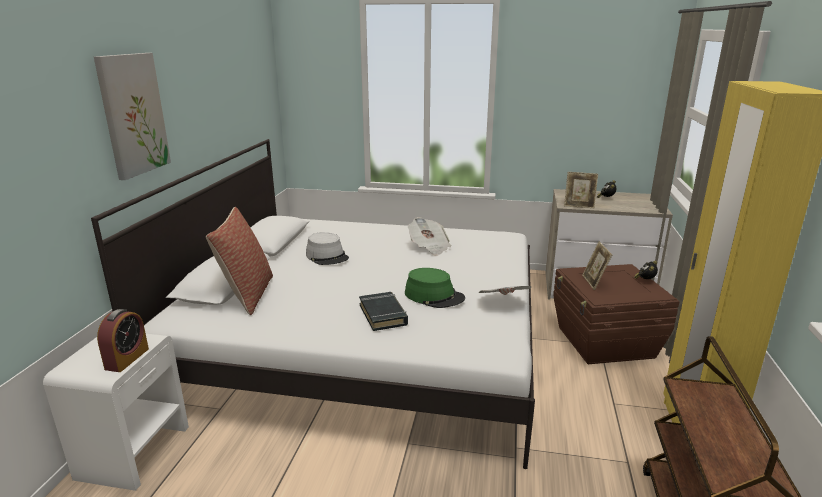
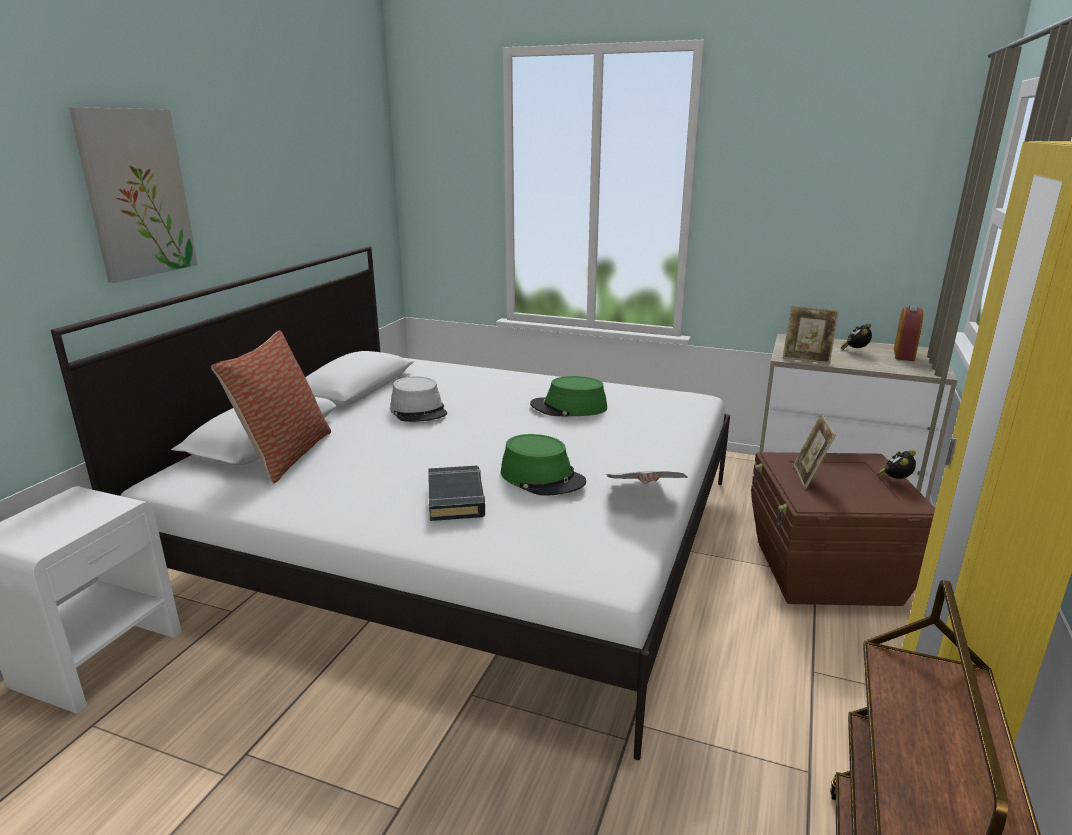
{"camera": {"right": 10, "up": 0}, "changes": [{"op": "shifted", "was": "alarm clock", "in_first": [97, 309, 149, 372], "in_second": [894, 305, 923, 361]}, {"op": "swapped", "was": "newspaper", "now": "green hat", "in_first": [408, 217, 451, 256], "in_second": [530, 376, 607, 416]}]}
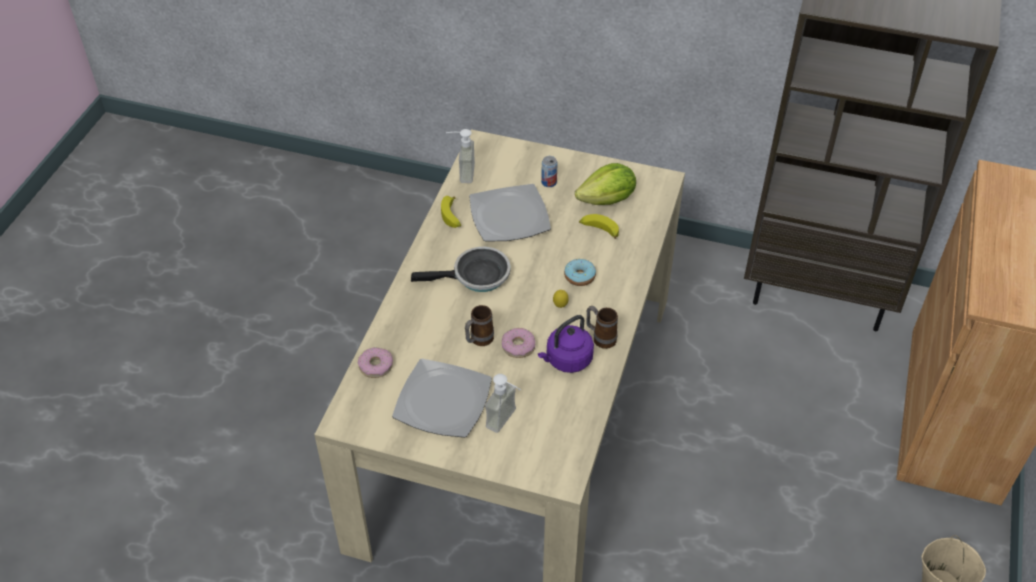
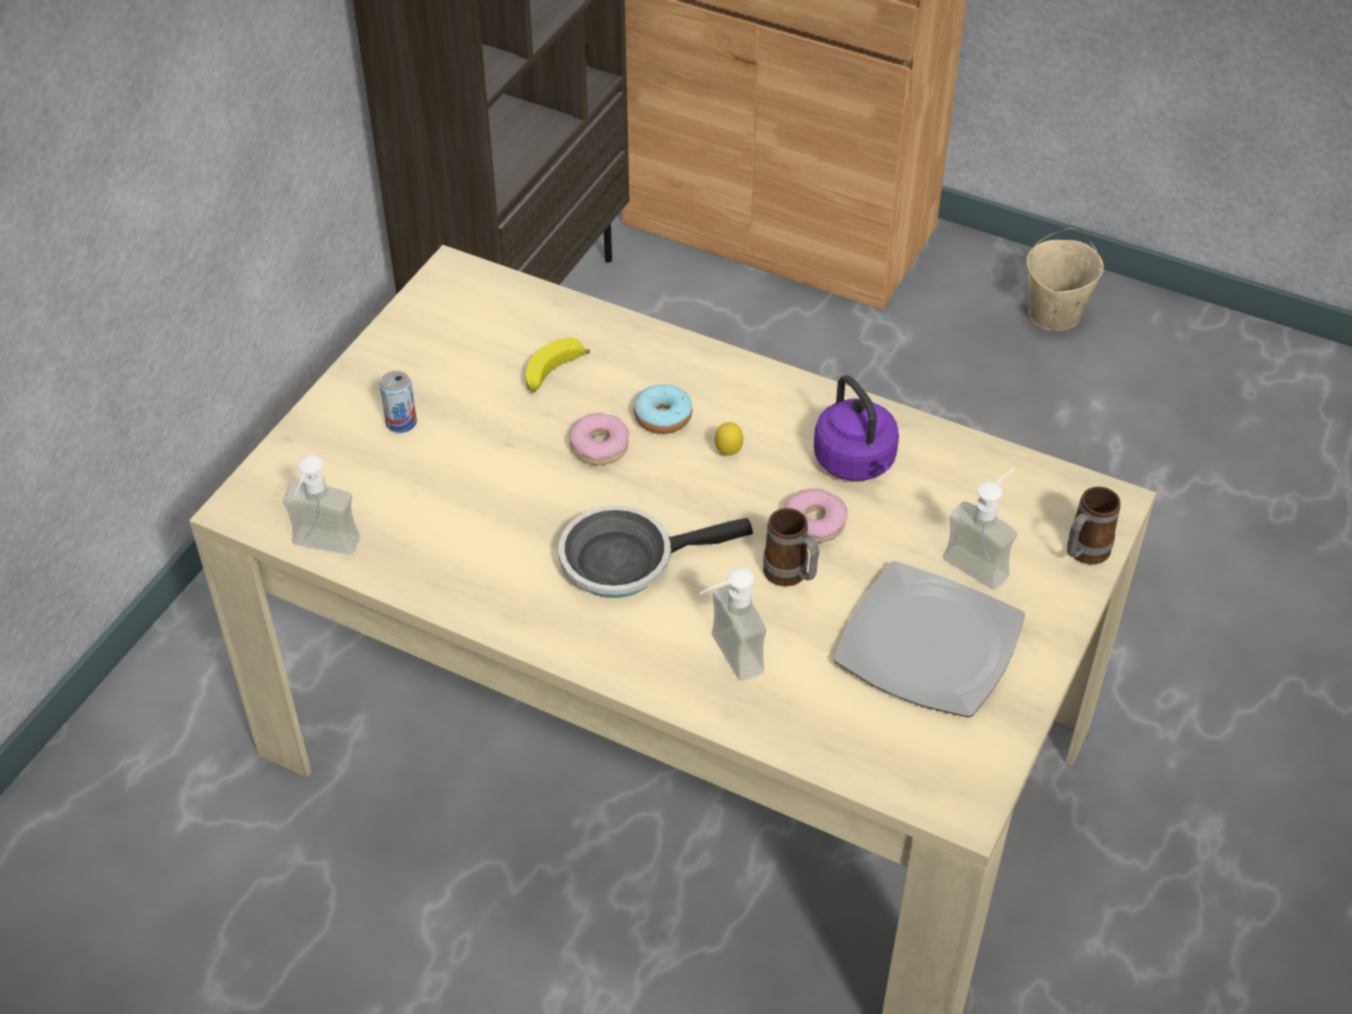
{"camera": {"right": -80, "up": 0}, "changes": [{"op": "shifted", "was": "donut", "in_first": [358, 347, 393, 378], "in_second": [569, 413, 629, 465]}, {"op": "rotated", "was": "frying pan", "in_first": [411, 247, 511, 292], "in_second": [558, 505, 753, 598], "clockwise": -105}, {"op": "gone", "was": "banana", "in_first": [441, 196, 461, 228]}, {"op": "gone", "was": "plate", "in_first": [469, 184, 551, 242]}, {"op": "gone", "was": "lettuce", "in_first": [575, 163, 636, 205]}, {"op": "shifted", "was": "mug", "in_first": [586, 306, 618, 349], "in_second": [1067, 487, 1121, 564]}, {"op": "new", "now": "soap dispenser", "in_second": [700, 568, 766, 681]}]}
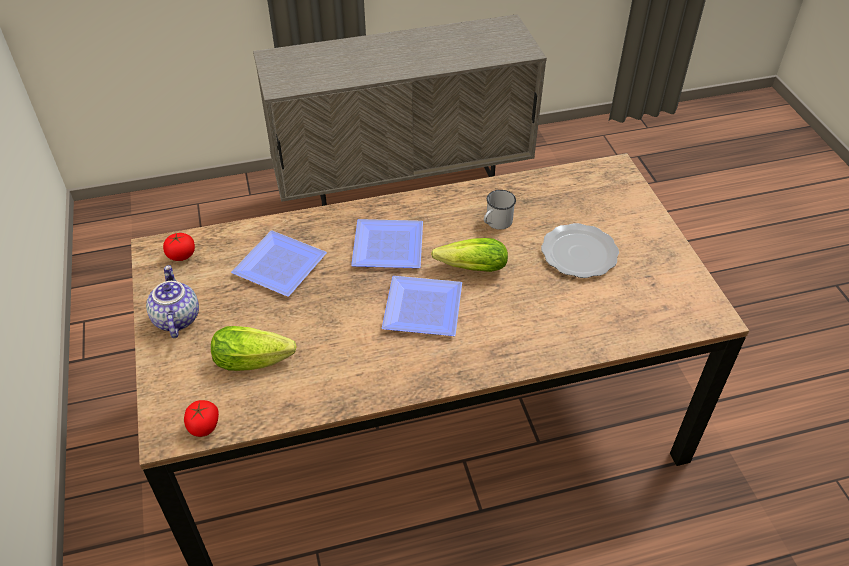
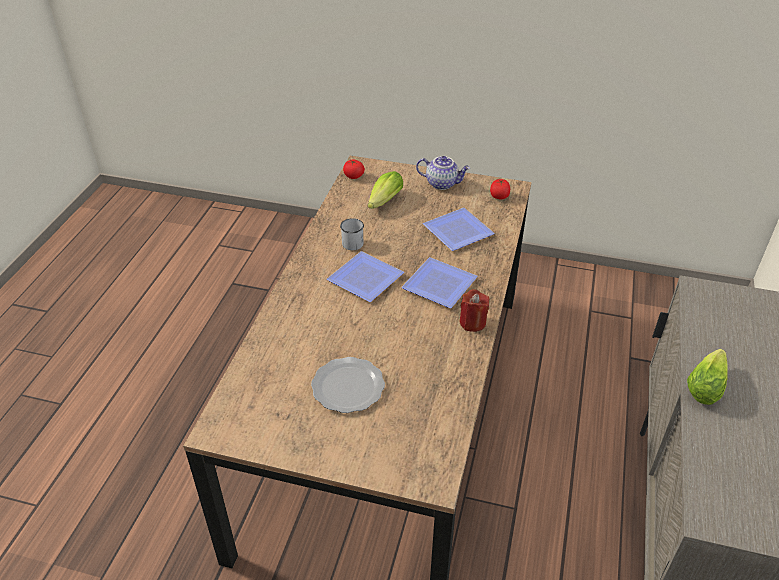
{"camera": {"right": 120, "up": -5}, "changes": [{"op": "shifted", "was": "lettuce", "in_first": [431, 238, 508, 272], "in_second": [687, 349, 728, 405]}, {"op": "shifted", "was": "white mug", "in_first": [484, 190, 516, 230], "in_second": [340, 218, 364, 250]}, {"op": "new", "now": "red candle", "in_second": [460, 289, 489, 332]}]}
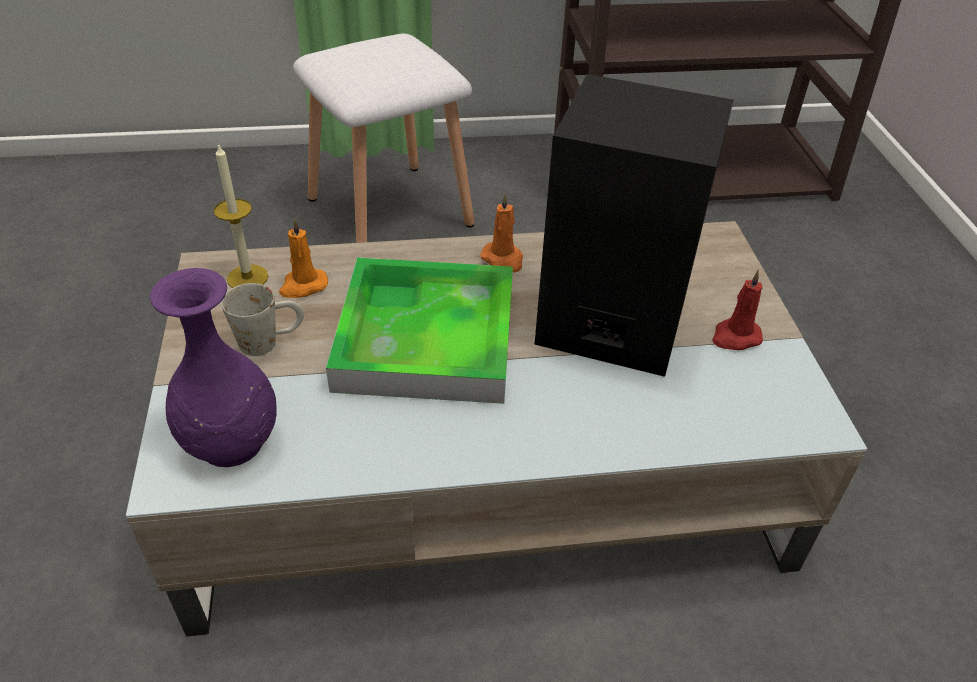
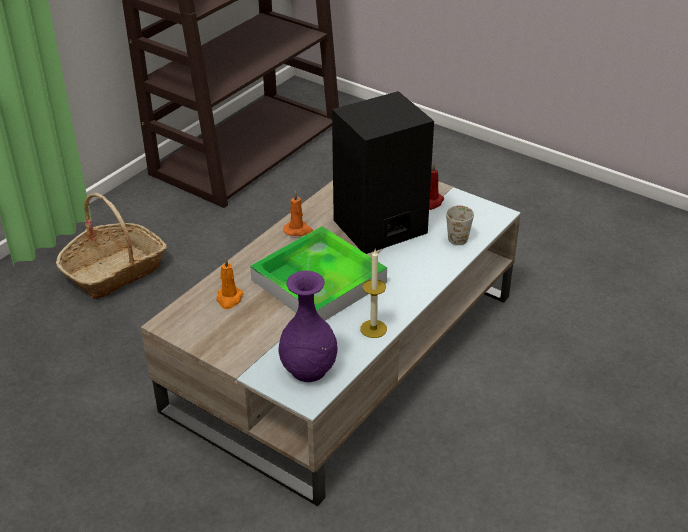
{"camera": {"right": -45, "up": -5}, "changes": [{"op": "shifted", "was": "candle", "in_first": [214, 143, 268, 288], "in_second": [360, 250, 387, 338]}, {"op": "shifted", "was": "white mug", "in_first": [221, 283, 304, 356], "in_second": [446, 205, 474, 245]}, {"op": "swapped", "was": "white stool", "now": "basket", "in_first": [293, 34, 474, 243], "in_second": [56, 193, 167, 299]}]}
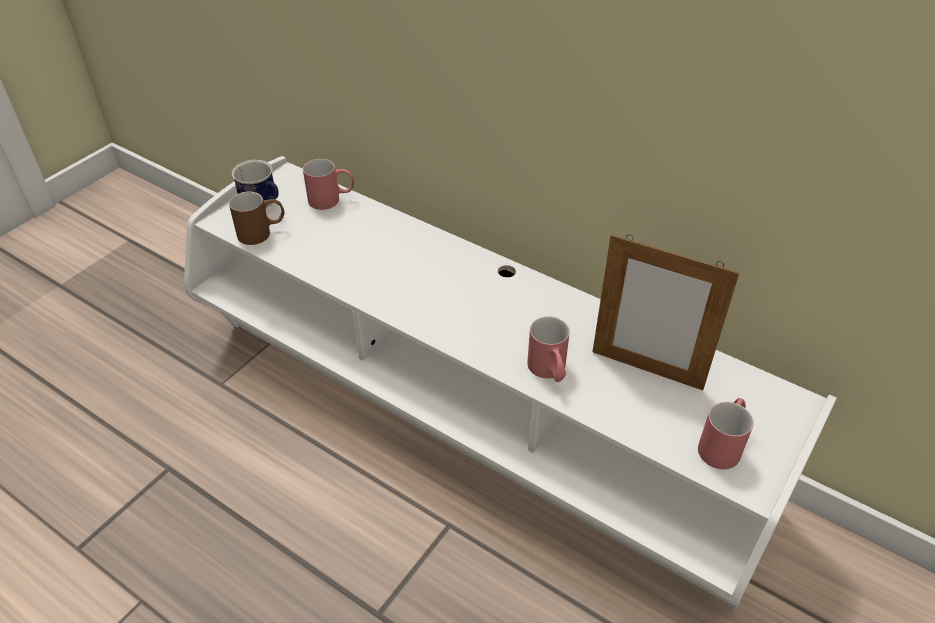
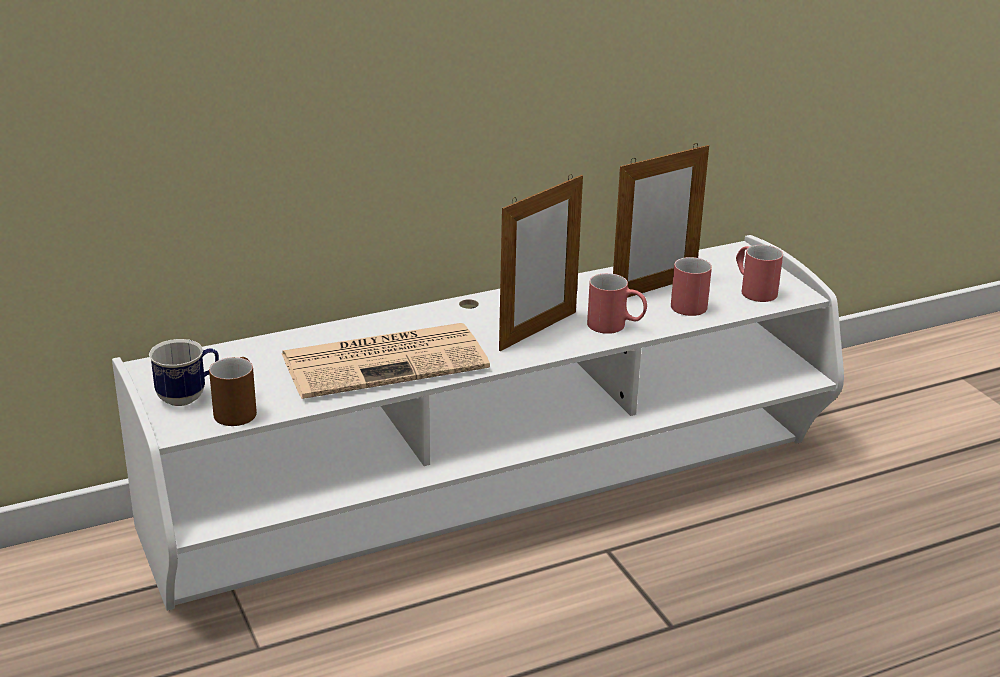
{"camera": {"right": -60, "up": -15}, "changes": [{"op": "shifted", "was": "red mug", "in_first": [303, 159, 354, 210], "in_second": [671, 257, 712, 316]}, {"op": "new", "now": "newspaper", "in_second": [281, 323, 490, 399]}, {"op": "new", "now": "picture frame", "in_second": [499, 174, 583, 351]}]}
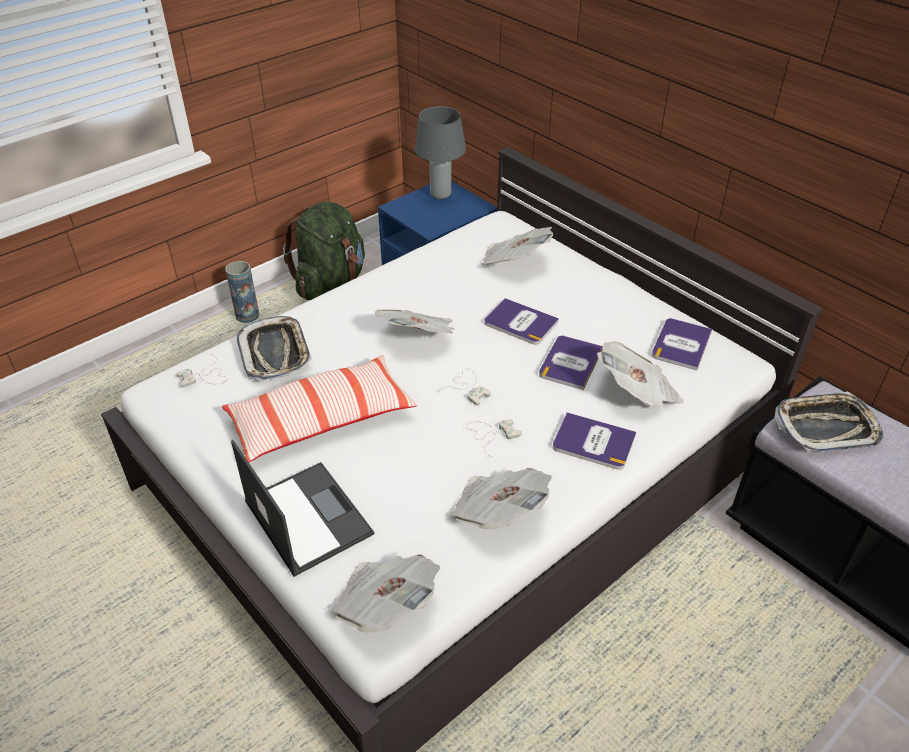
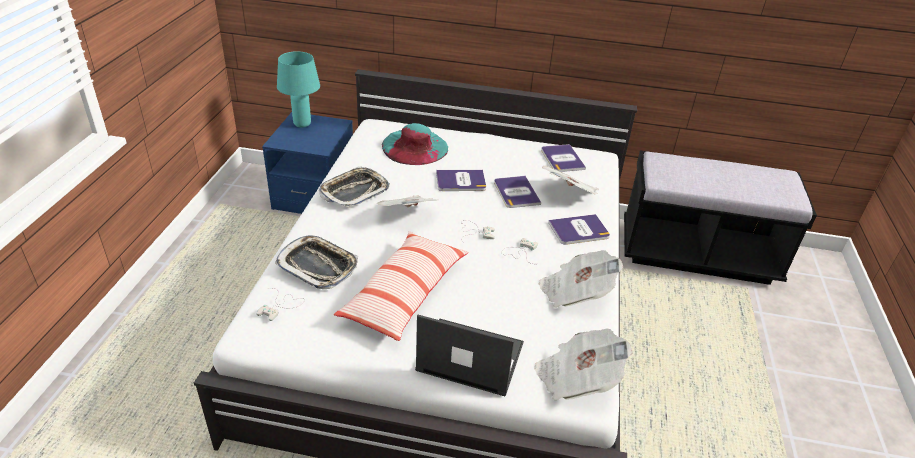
{"camera": {"right": -40, "up": -5}, "changes": [{"op": "gone", "was": "vase", "in_first": [225, 261, 259, 323]}, {"op": "gone", "was": "green backpack", "in_first": [283, 201, 365, 300]}, {"op": "repainted", "was": "grey table lamp", "now": "turquoise table lamp", "in_first": [414, 106, 466, 199], "in_second": [277, 51, 320, 128]}, {"op": "swapped", "was": "newspaper", "now": "turquoise hat", "in_first": [481, 227, 553, 265], "in_second": [382, 123, 448, 165]}, {"op": "shifted", "was": "tray", "in_first": [775, 391, 884, 452], "in_second": [319, 166, 390, 208]}]}
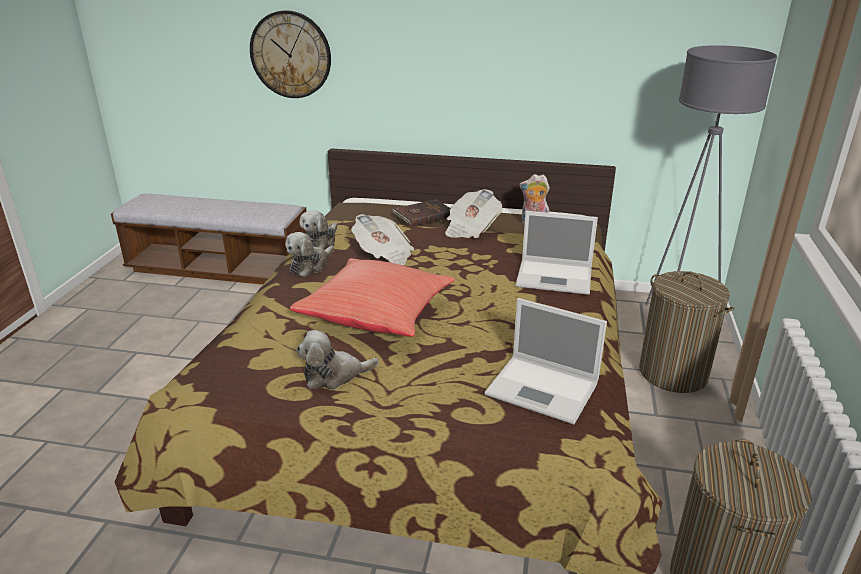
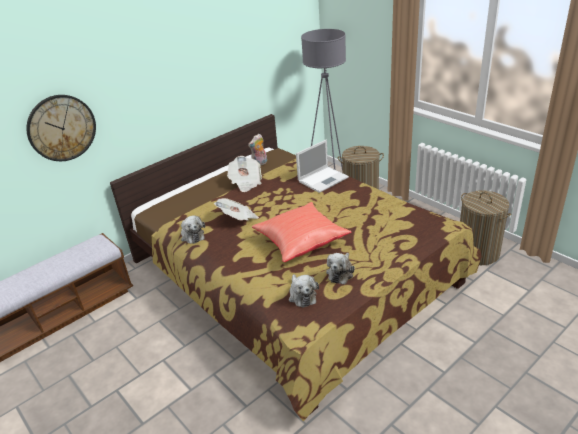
{"camera": {"right": -50, "up": 5}, "changes": [{"op": "shifted", "was": "plush toy", "in_first": [285, 232, 334, 277], "in_second": [289, 274, 319, 308]}, {"op": "gone", "was": "brown book", "in_first": [392, 199, 450, 227]}, {"op": "gone", "was": "laptop", "in_first": [485, 298, 607, 424]}]}
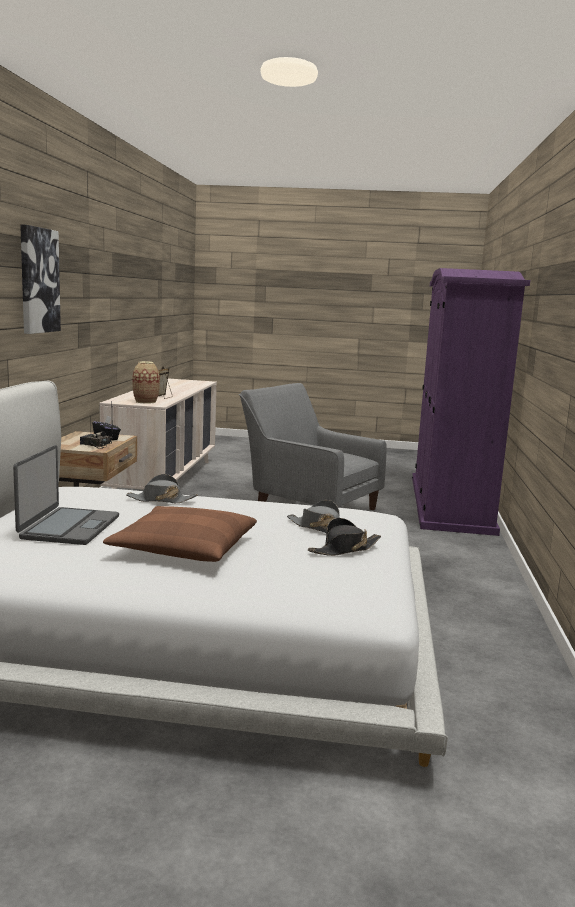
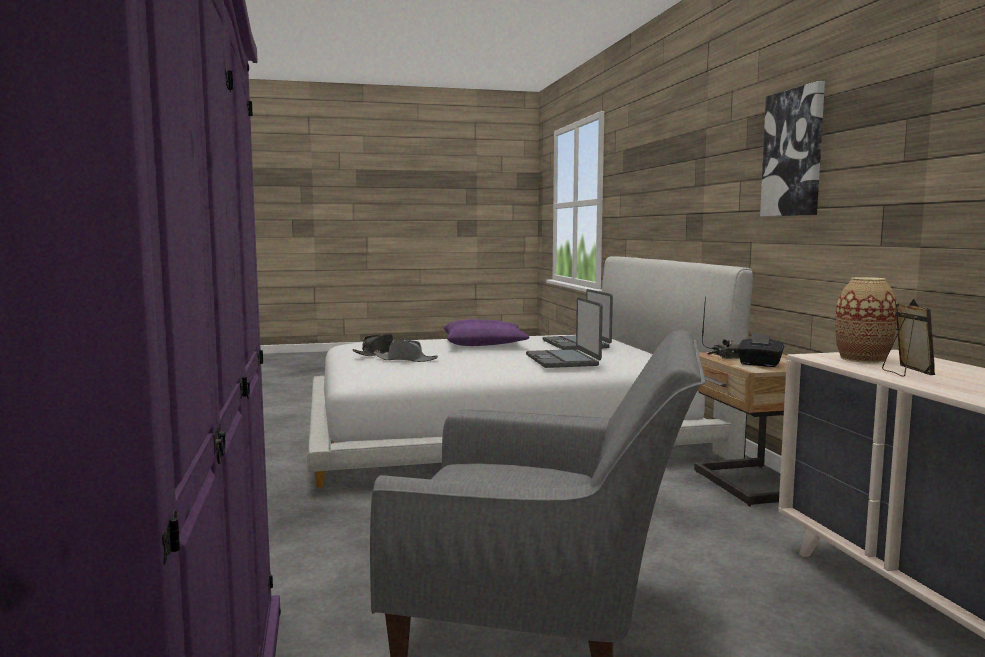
{"camera": {"right": 160, "up": -5}, "changes": [{"op": "repainted", "was": "brown pillow", "now": "purple pillow", "in_first": [103, 506, 257, 562], "in_second": [444, 319, 530, 346]}, {"op": "swapped", "was": "grey hat", "now": "laptop", "in_first": [126, 474, 198, 503], "in_second": [526, 297, 603, 368]}]}
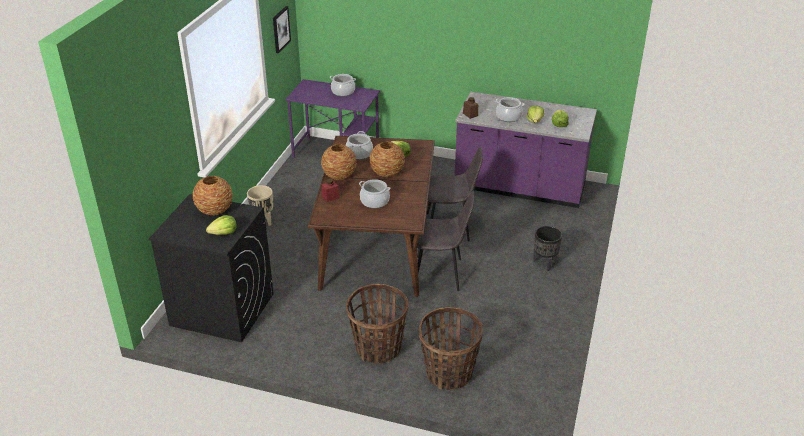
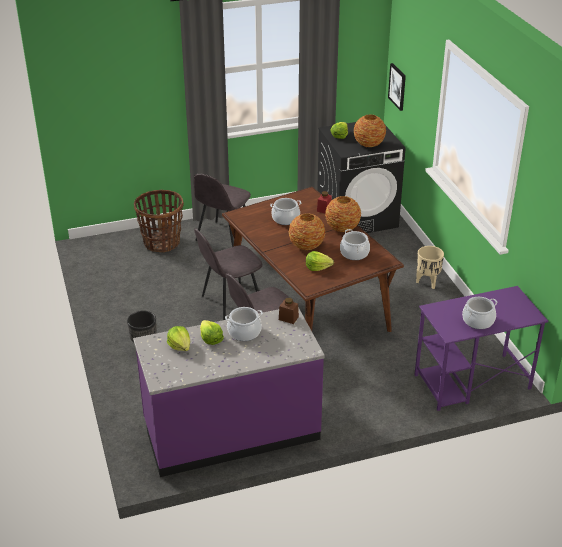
{"camera": {"right": 145, "up": 0}, "changes": [{"op": "shifted", "was": "picture", "in_first": [273, 6, 291, 53], "in_second": [388, 63, 406, 111]}, {"op": "swapped", "was": "basket", "now": "grey chair", "in_first": [346, 284, 409, 363], "in_second": [194, 174, 251, 247]}]}
